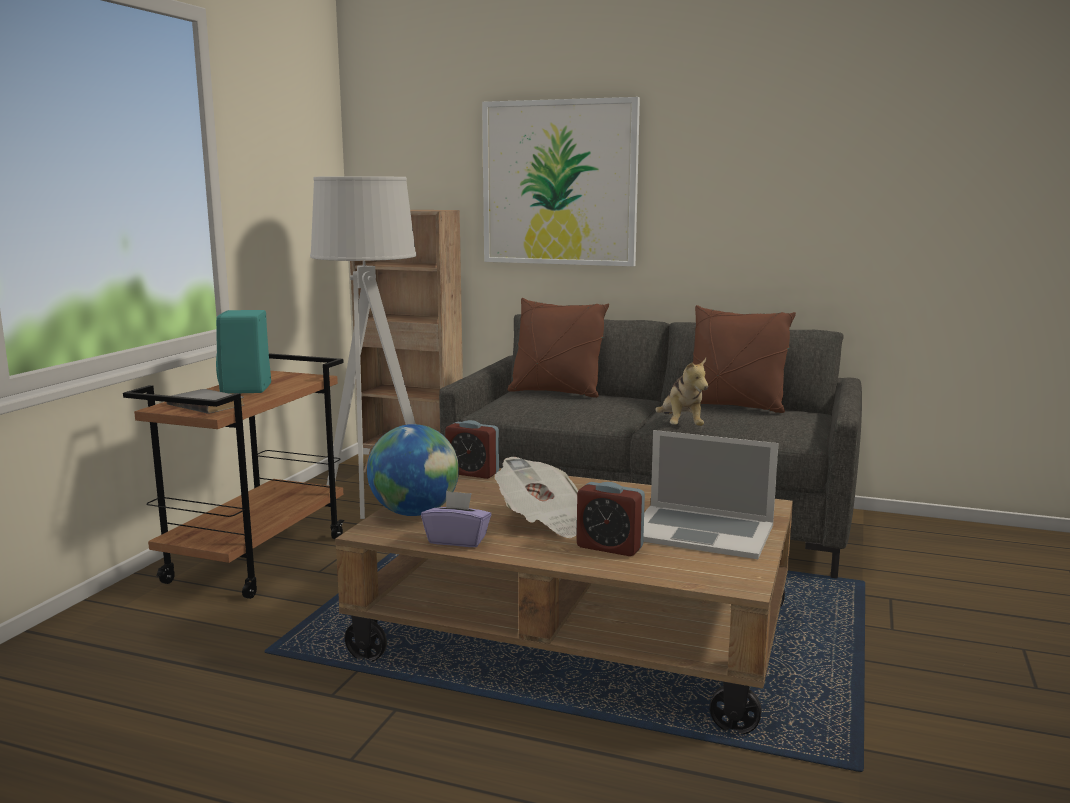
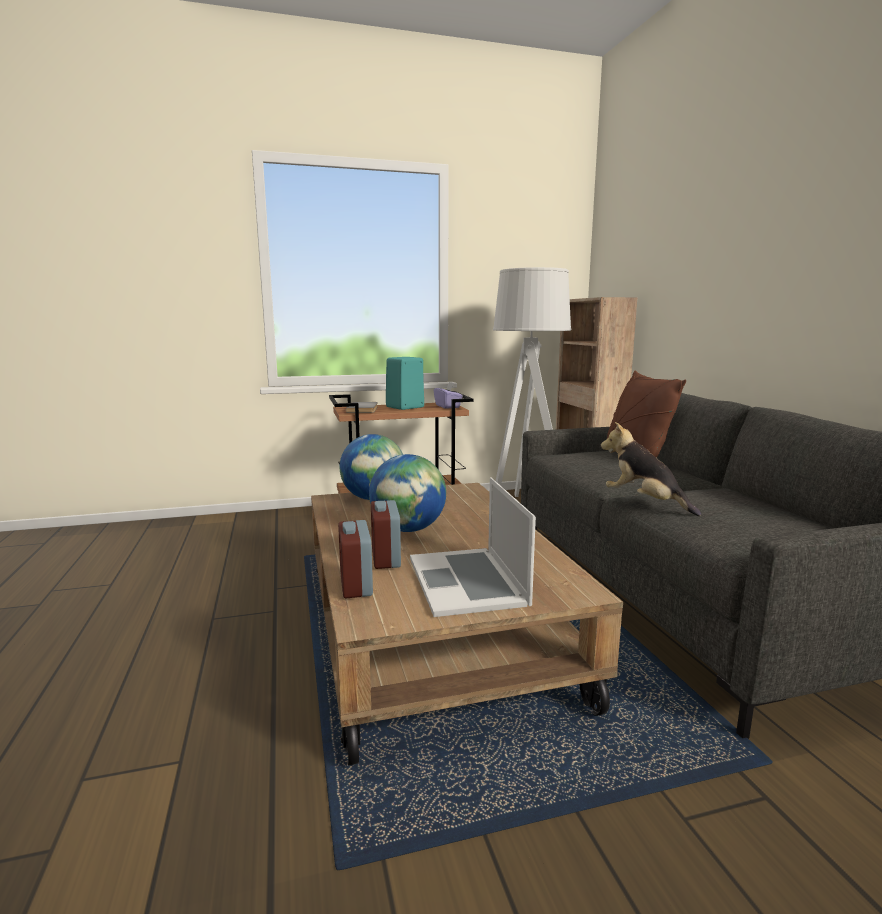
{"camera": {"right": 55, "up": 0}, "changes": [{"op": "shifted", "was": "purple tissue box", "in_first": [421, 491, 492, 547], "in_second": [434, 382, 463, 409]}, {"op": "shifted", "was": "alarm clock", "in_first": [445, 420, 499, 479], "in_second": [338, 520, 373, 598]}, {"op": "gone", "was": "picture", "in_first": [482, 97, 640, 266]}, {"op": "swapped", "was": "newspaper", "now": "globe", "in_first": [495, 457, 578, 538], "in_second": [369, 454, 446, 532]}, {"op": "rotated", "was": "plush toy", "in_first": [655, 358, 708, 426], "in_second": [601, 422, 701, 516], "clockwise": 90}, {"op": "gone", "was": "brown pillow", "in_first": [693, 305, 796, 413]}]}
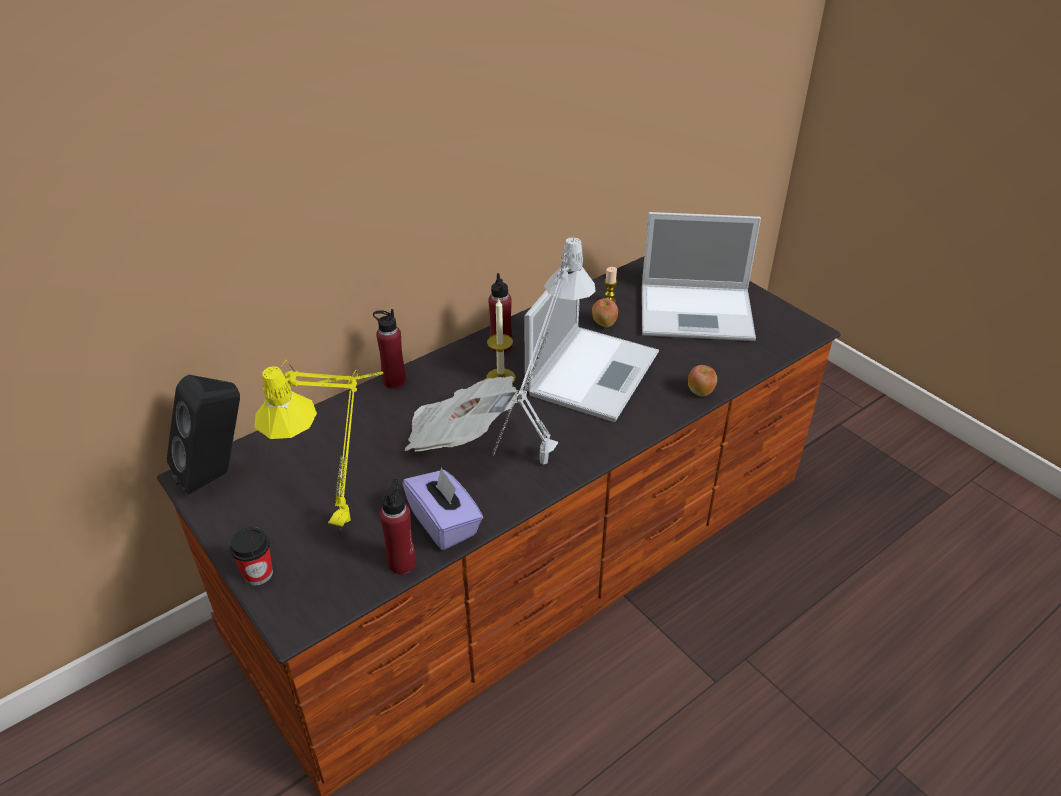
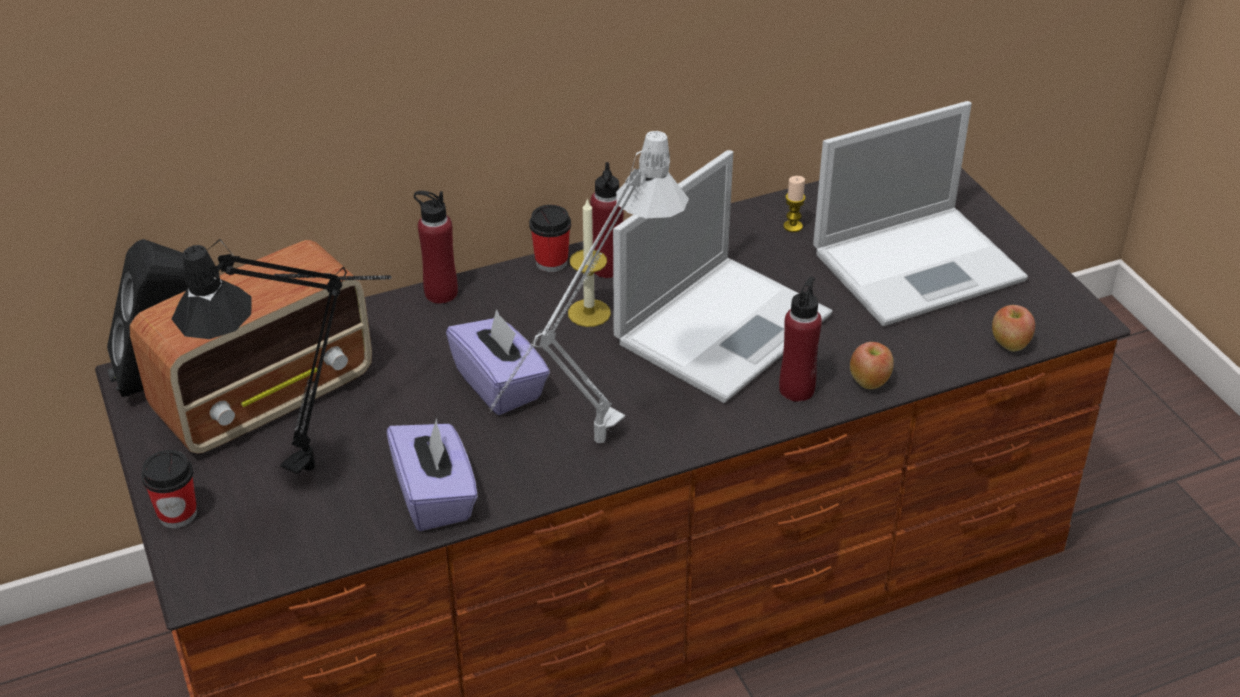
{"camera": {"right": 15, "up": 0}, "changes": [{"op": "repainted", "was": "yellow table lamp", "now": "black table lamp", "in_first": [254, 360, 383, 527], "in_second": [172, 239, 392, 477]}, {"op": "shifted", "was": "red bottle", "in_first": [380, 479, 416, 574], "in_second": [779, 277, 822, 402]}, {"op": "swapped", "was": "newspaper", "now": "purple tissue box", "in_first": [405, 376, 518, 451], "in_second": [446, 309, 550, 415]}, {"op": "shifted", "was": "apple", "in_first": [592, 298, 618, 327], "in_second": [992, 305, 1035, 351]}, {"op": "rotated", "was": "laptop", "in_first": [642, 212, 761, 341], "in_second": [813, 101, 1028, 326], "clockwise": -45}, {"op": "new", "now": "radio", "in_second": [130, 240, 372, 453]}, {"op": "new", "now": "cup", "in_second": [529, 205, 571, 272]}]}
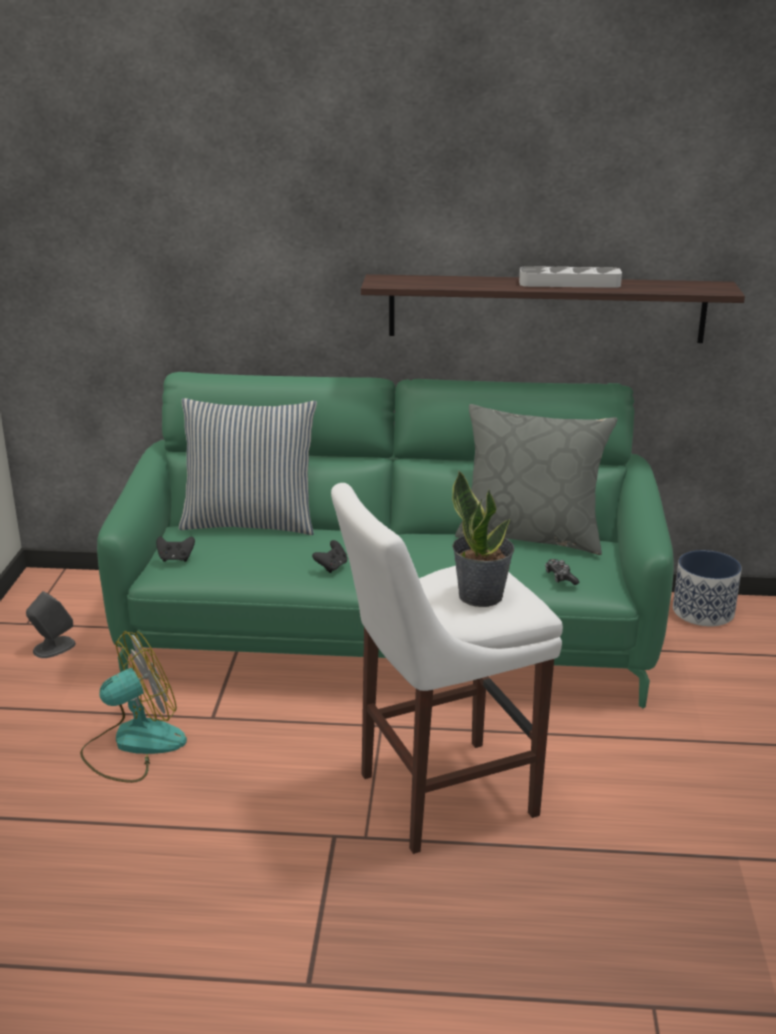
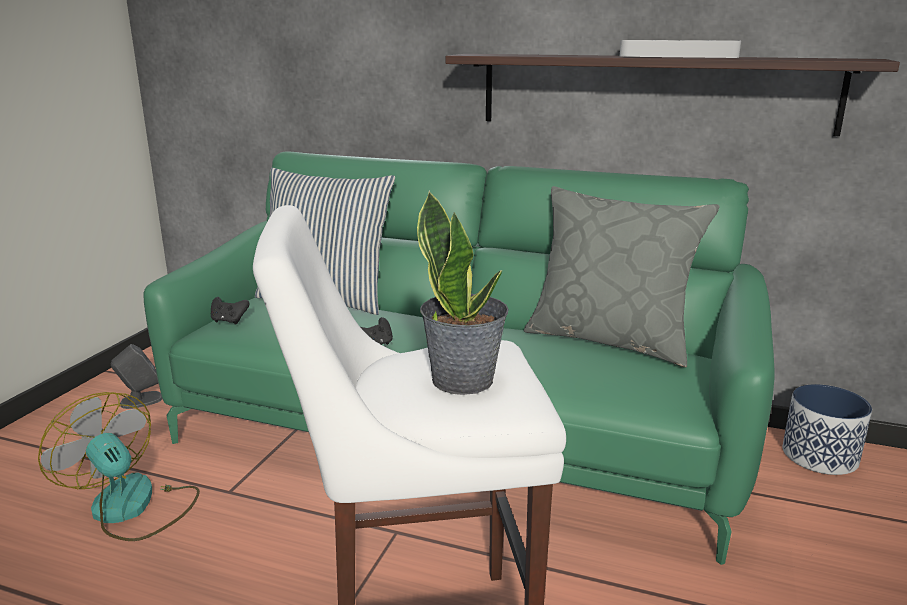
{"camera": {"right": 15, "up": -5}, "changes": [{"op": "rotated", "was": "fan", "in_first": [80, 631, 187, 783], "in_second": [38, 392, 200, 541], "clockwise": -120}, {"op": "gone", "was": "game controller", "in_first": [545, 559, 579, 585]}]}
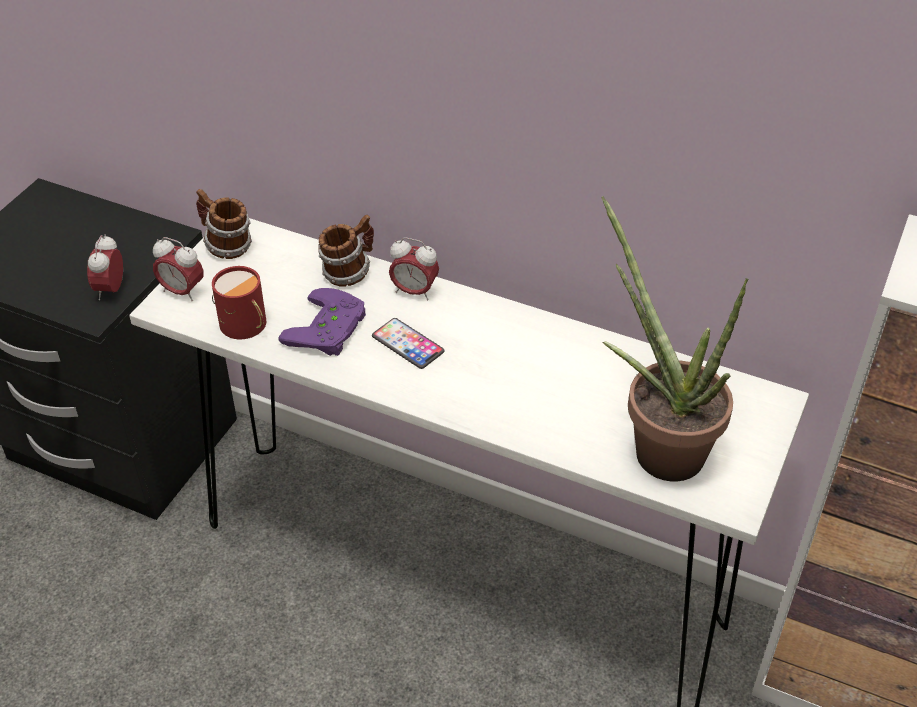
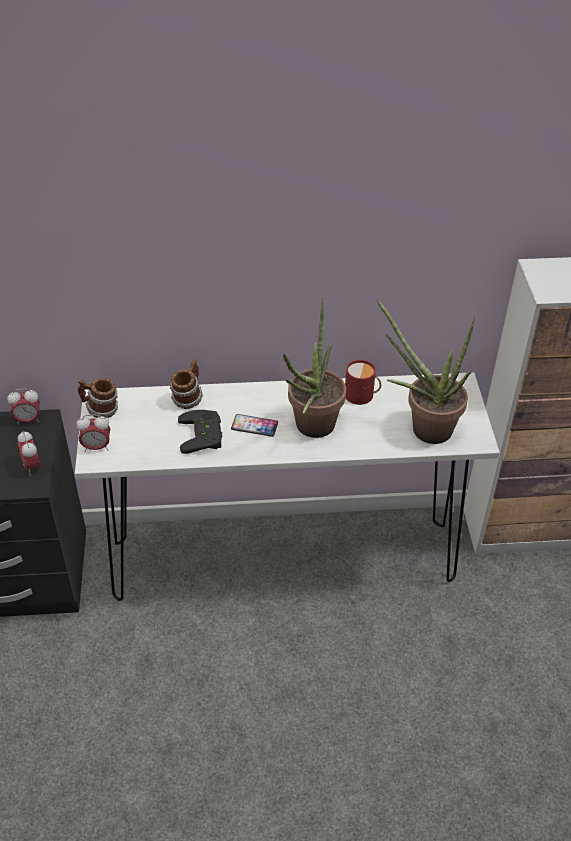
{"camera": {"right": -30, "up": 0}, "changes": [{"op": "shifted", "was": "red mug", "in_first": [212, 266, 266, 339], "in_second": [345, 360, 381, 405]}, {"op": "repainted", "was": "purple game controller", "now": "black game controller", "in_first": [278, 288, 366, 356], "in_second": [178, 410, 222, 454]}, {"op": "shifted", "was": "alarm clock", "in_first": [389, 237, 439, 300], "in_second": [7, 388, 40, 425]}, {"op": "new", "now": "potted plant", "in_second": [283, 297, 346, 438]}]}
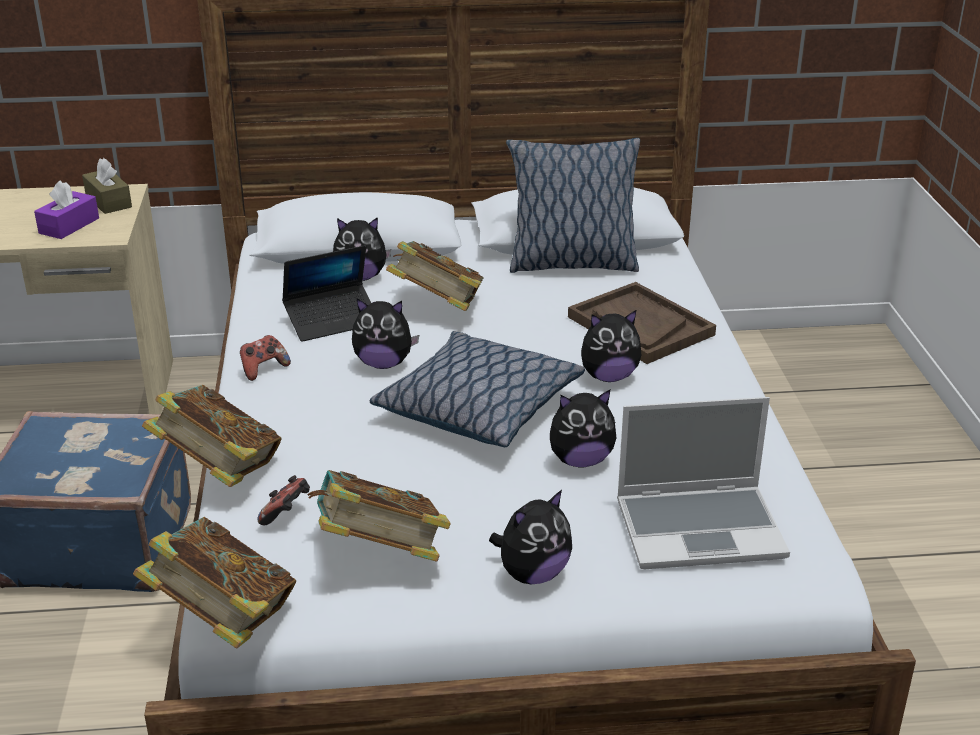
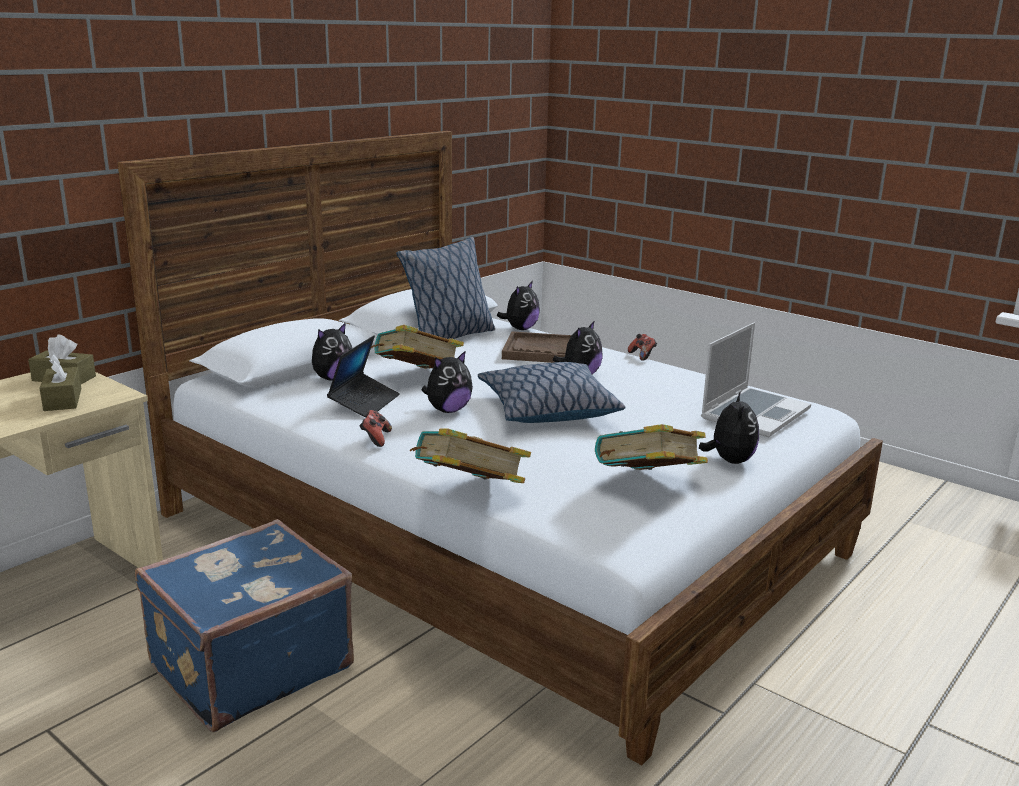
{"camera": {"right": -45, "up": -10}, "changes": [{"op": "repainted", "was": "purple tissue box", "now": "brown tissue box", "in_first": [34, 180, 99, 239], "in_second": [39, 354, 81, 411]}, {"op": "gone", "was": "book", "in_first": [133, 517, 296, 649]}, {"op": "shifted", "was": "game controller", "in_first": [257, 475, 310, 525], "in_second": [628, 334, 657, 361]}, {"op": "shifted", "was": "plush toy", "in_first": [550, 390, 616, 468], "in_second": [497, 281, 540, 330]}]}
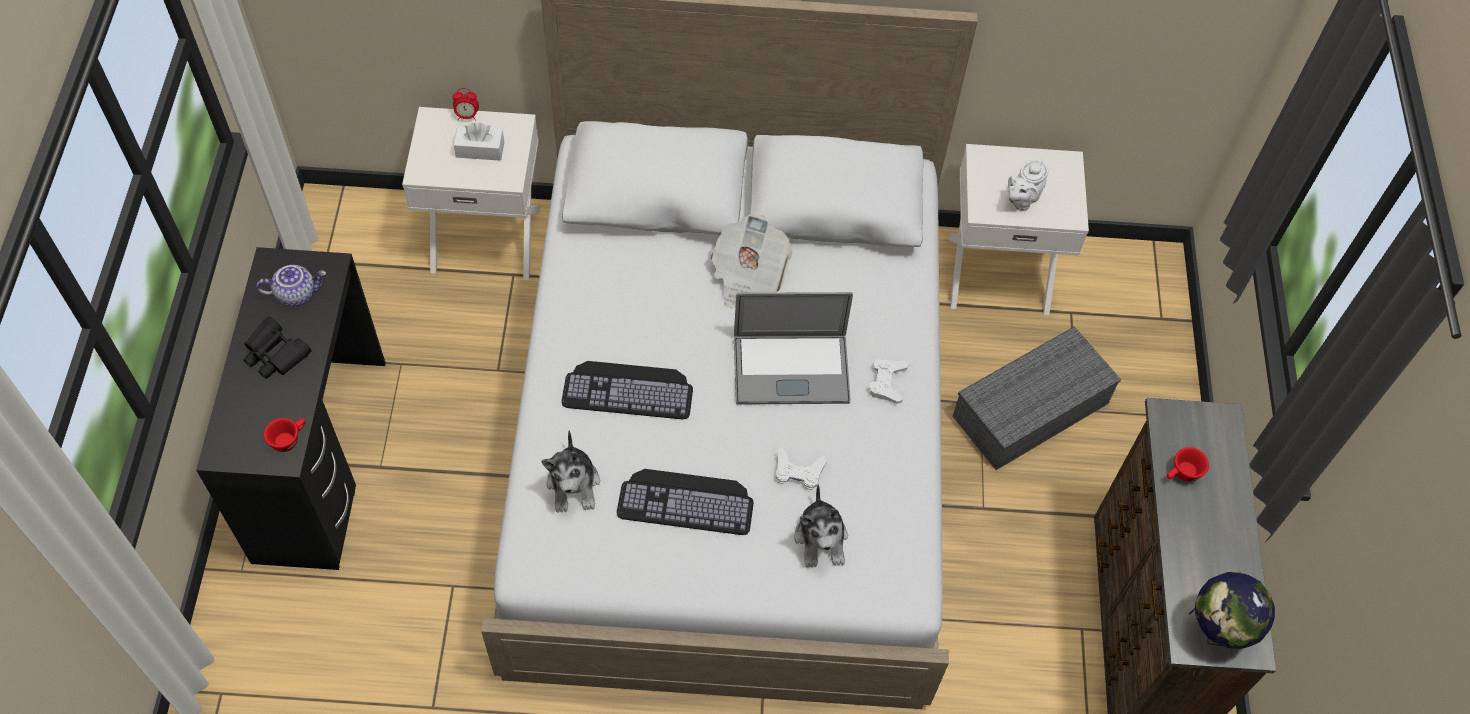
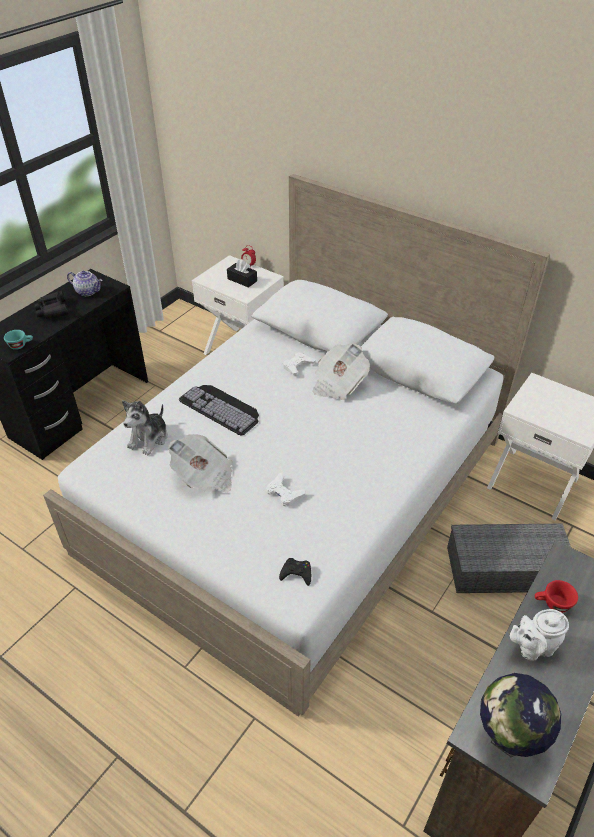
{"camera": {"right": 35, "up": -15}, "changes": [{"op": "repainted", "was": "red cup", "now": "turquoise cup", "in_first": [264, 418, 306, 452], "in_second": [4, 330, 33, 350]}, {"op": "repainted", "was": "white tissue box", "now": "black tissue box", "in_first": [454, 123, 504, 161], "in_second": [227, 259, 257, 288]}, {"op": "swapped", "was": "keyboard", "now": "newspaper", "in_first": [616, 469, 754, 535], "in_second": [168, 434, 233, 492]}, {"op": "gone", "was": "laptop", "in_first": [734, 292, 853, 405]}, {"op": "gone", "was": "plush toy", "in_first": [794, 484, 848, 568]}, {"op": "shifted", "was": "white game controller", "in_first": [869, 359, 909, 404], "in_second": [283, 352, 316, 376]}, {"op": "shifted", "was": "white teapot", "in_first": [1008, 160, 1048, 211], "in_second": [510, 609, 569, 661]}, {"op": "new", "now": "black game controller", "in_second": [279, 558, 311, 586]}]}
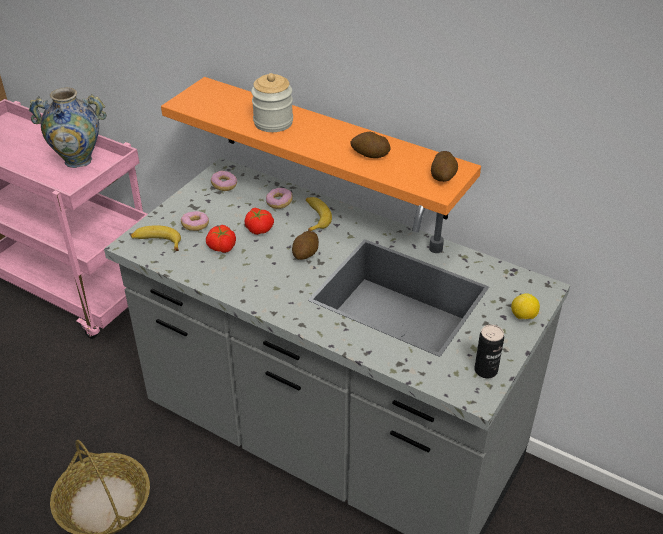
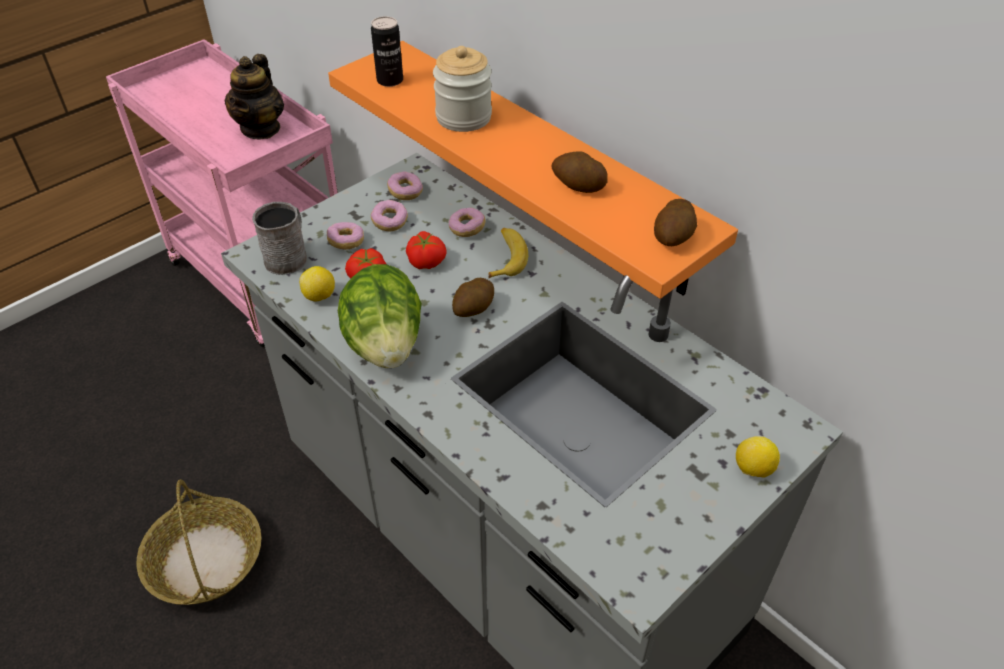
{"camera": {"right": 15, "up": 5}, "changes": [{"op": "swapped", "was": "vase", "now": "teapot", "in_first": [29, 87, 107, 168], "in_second": [224, 54, 284, 139]}, {"op": "swapped", "was": "banana", "now": "grey mug", "in_first": [131, 225, 181, 251], "in_second": [252, 202, 307, 275]}, {"op": "shifted", "was": "can", "in_first": [474, 325, 504, 378], "in_second": [371, 16, 403, 87]}, {"op": "new", "now": "lemon", "in_second": [299, 266, 335, 301]}, {"op": "new", "now": "lettuce", "in_second": [338, 264, 422, 368]}, {"op": "new", "now": "donut", "in_second": [371, 200, 408, 232]}]}
